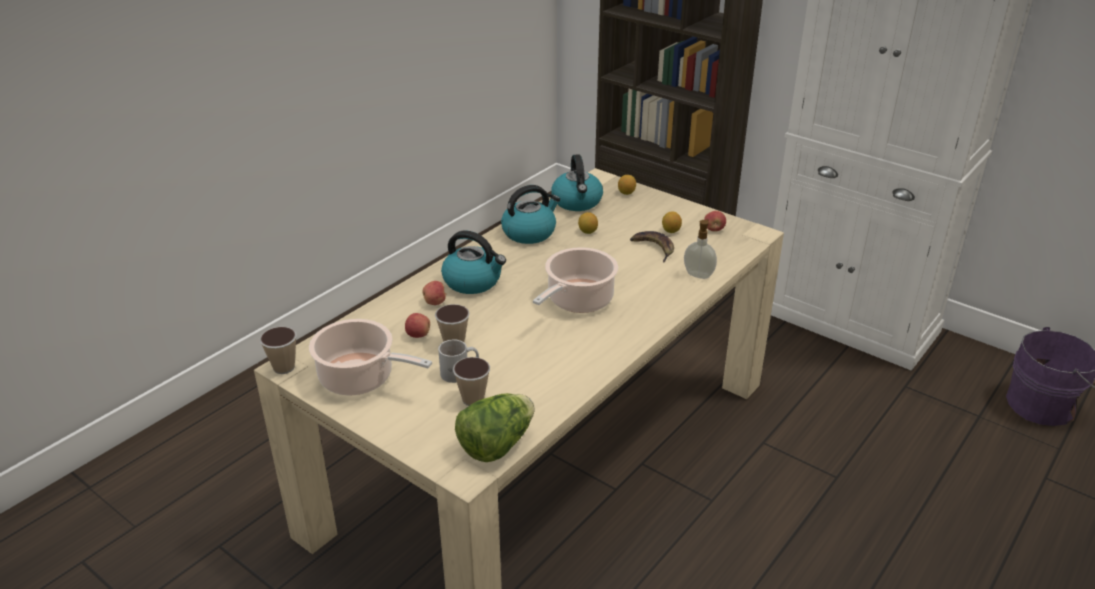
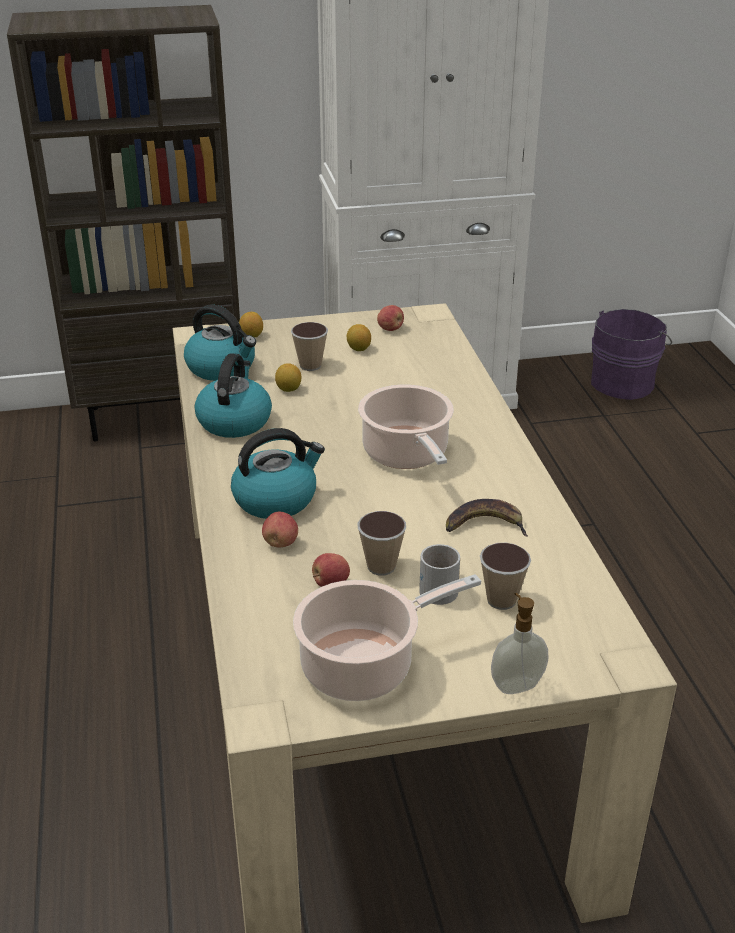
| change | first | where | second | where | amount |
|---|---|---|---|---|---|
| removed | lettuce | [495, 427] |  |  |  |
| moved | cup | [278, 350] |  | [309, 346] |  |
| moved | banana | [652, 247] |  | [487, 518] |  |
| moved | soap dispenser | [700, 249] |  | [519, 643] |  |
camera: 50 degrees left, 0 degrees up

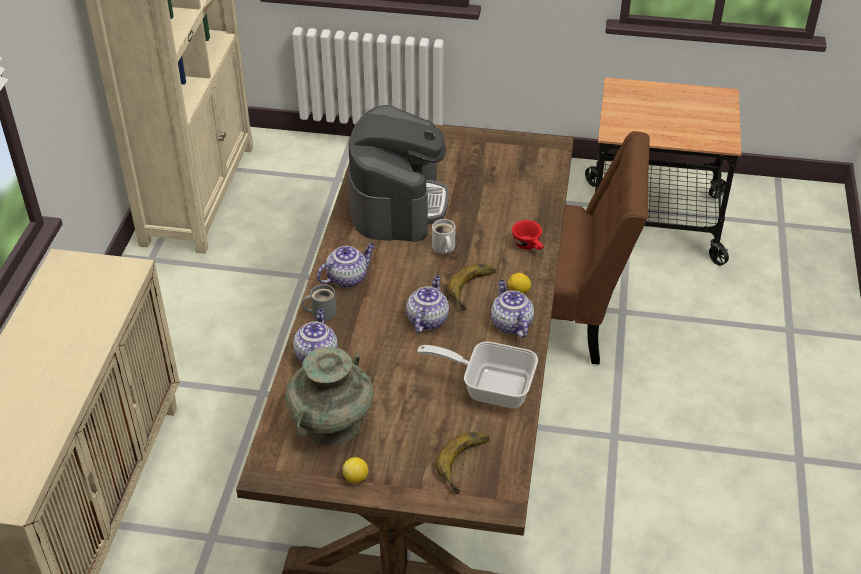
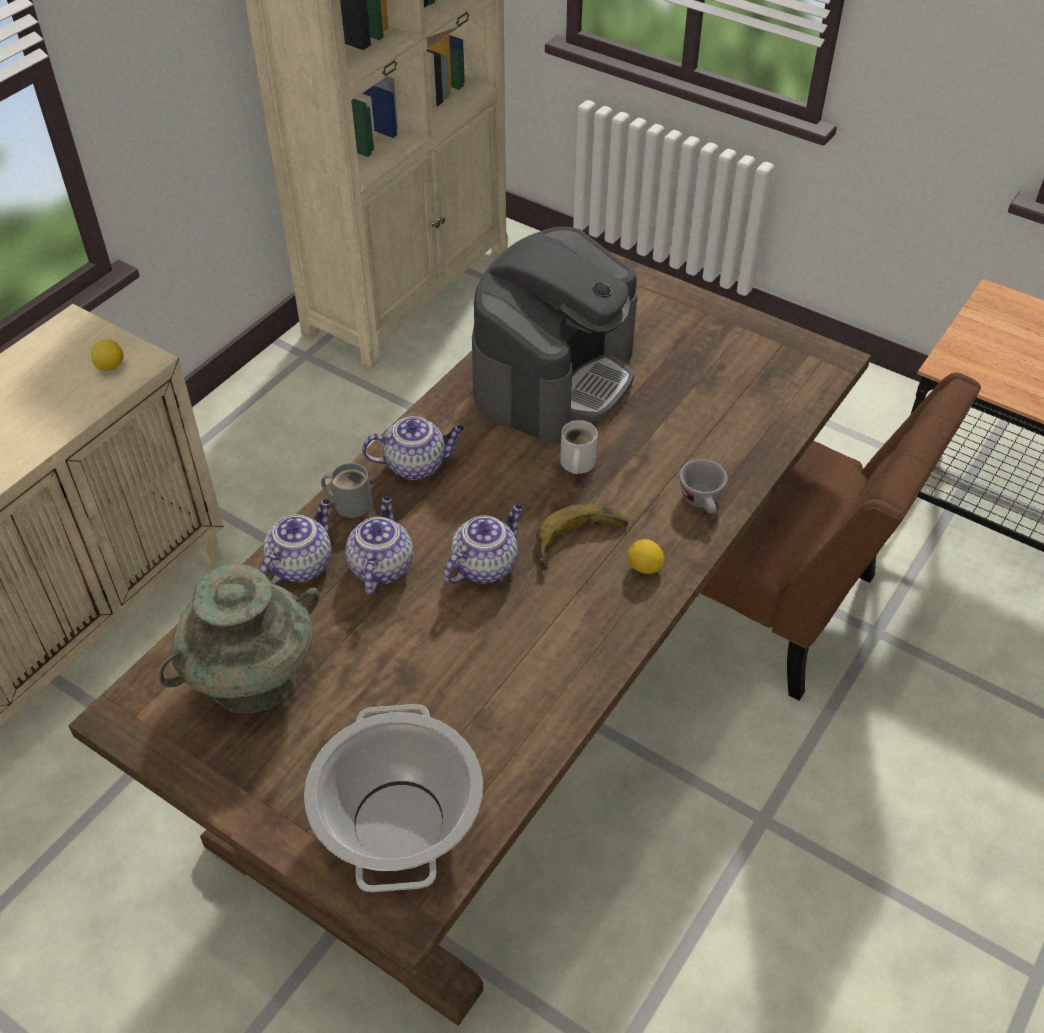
| change | first | where | second | where | amount |
|---|---|---|---|---|---|
| removed | frying pan | [477, 375] |  |  |  |
| moved | lemon | [355, 470] |  | [107, 355] |  |
| moved | teapot | [512, 309] |  | [379, 545] |  |
| replaced | banana | [462, 463] | cooking pot | [393, 798] |  |
| recoloured | cup (red) | [528, 235] | cup (grey) | [703, 486] |  |
camera: 25 degrees right, 5 degrees up

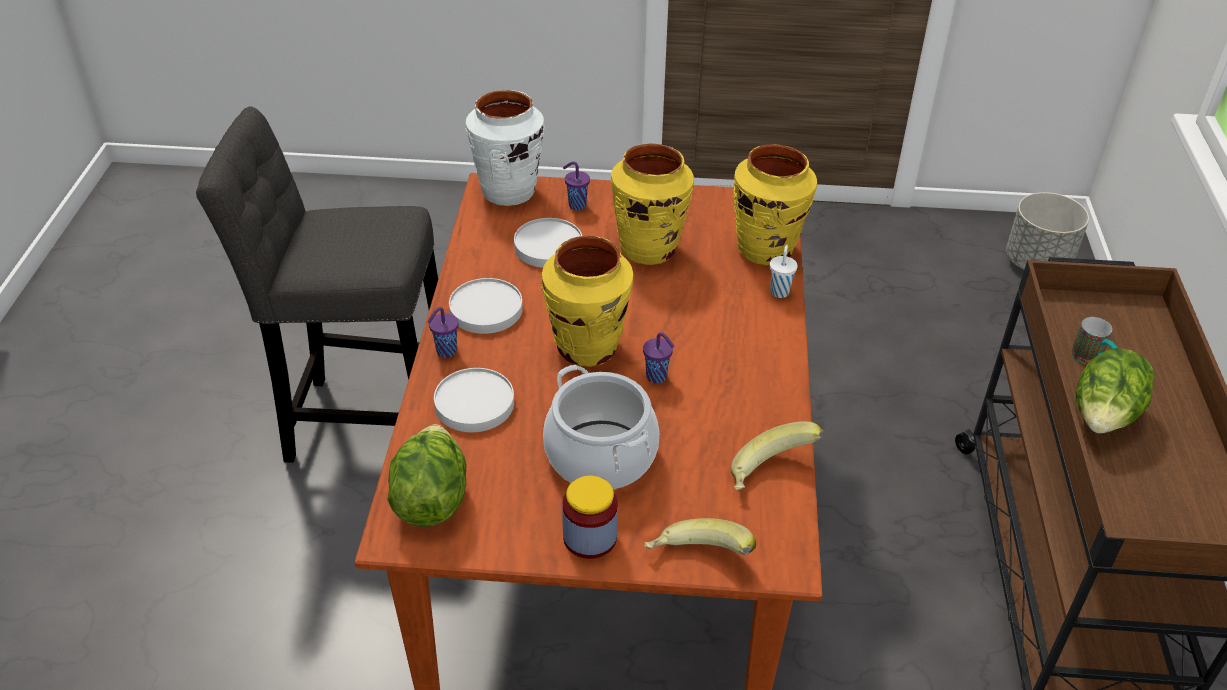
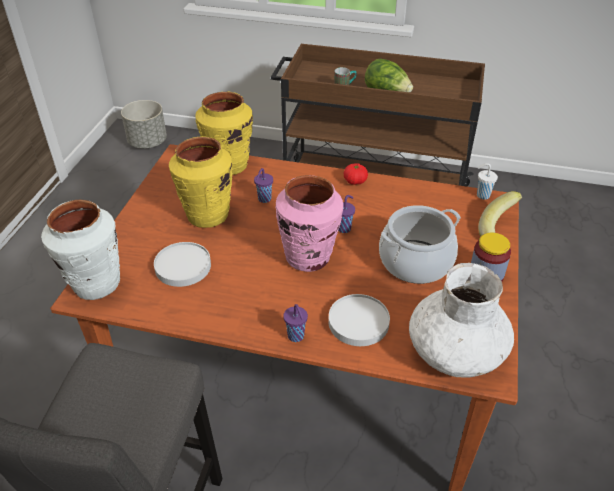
| change | first | where | second | where | amount |
|---|---|---|---|---|---|
| removed | plate (white) | [486, 306] |  |  |  |
| removed | banana | [777, 455] |  |  |  |
| added |  |  | tomato | [356, 174] |  |
| moved | cup (purple) | [576, 186] |  | [263, 185] |  |
| moved | cup (white) | [784, 271] |  | [487, 181] |  |
| replaced | lettuce | [426, 475] | vase (white) | [461, 320] |  |
| recoloured | vase (yellow) | [587, 301] | vase (pink) | [309, 223] |  |
camera: 80 degrees left, 0 degrees up

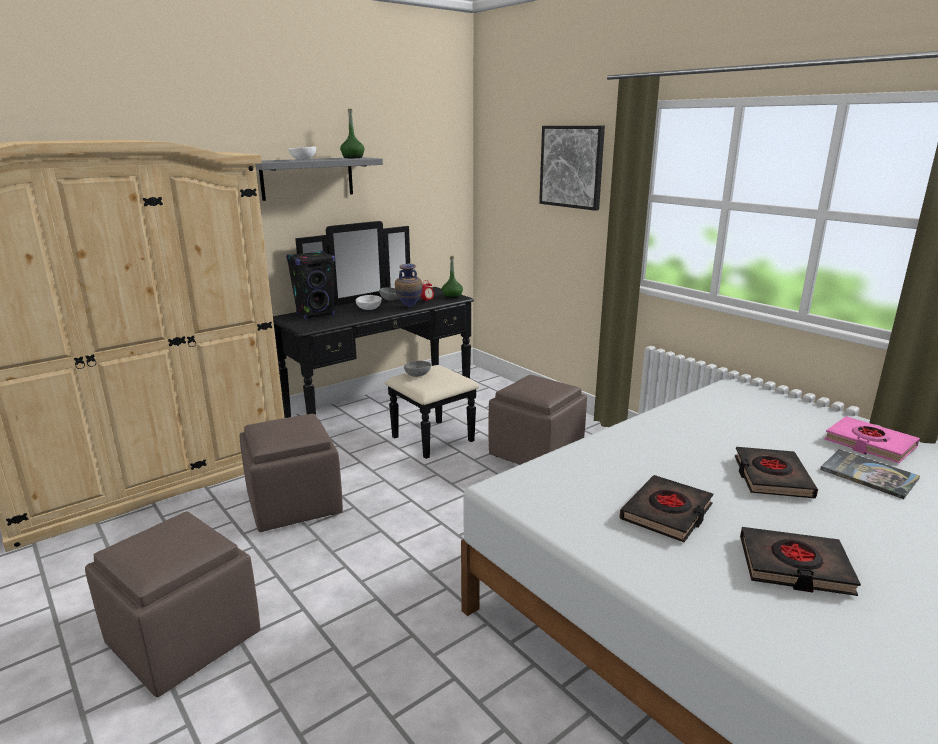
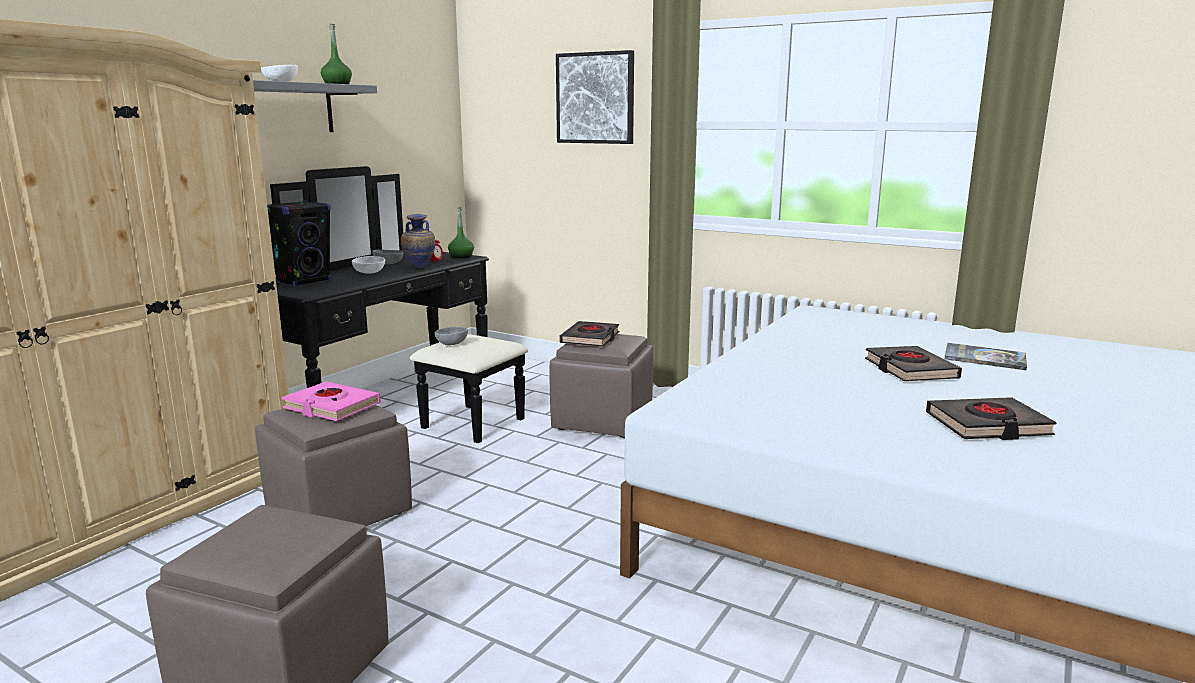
| change | first | where | second | where | amount |
|---|---|---|---|---|---|
| moved | book (black) | [666, 508] |  | [589, 334] |  |
| moved | book (pink) | [872, 439] |  | [331, 401] |  |
camera: 20 degrees left, 5 degrees down

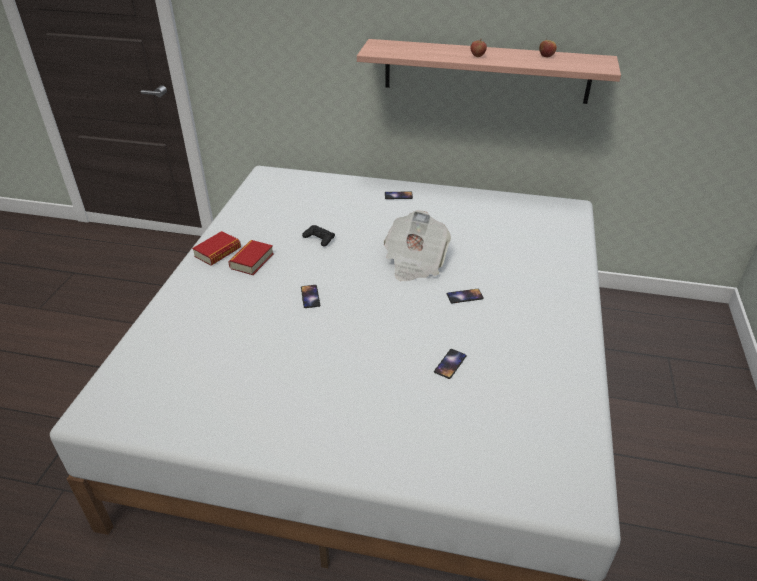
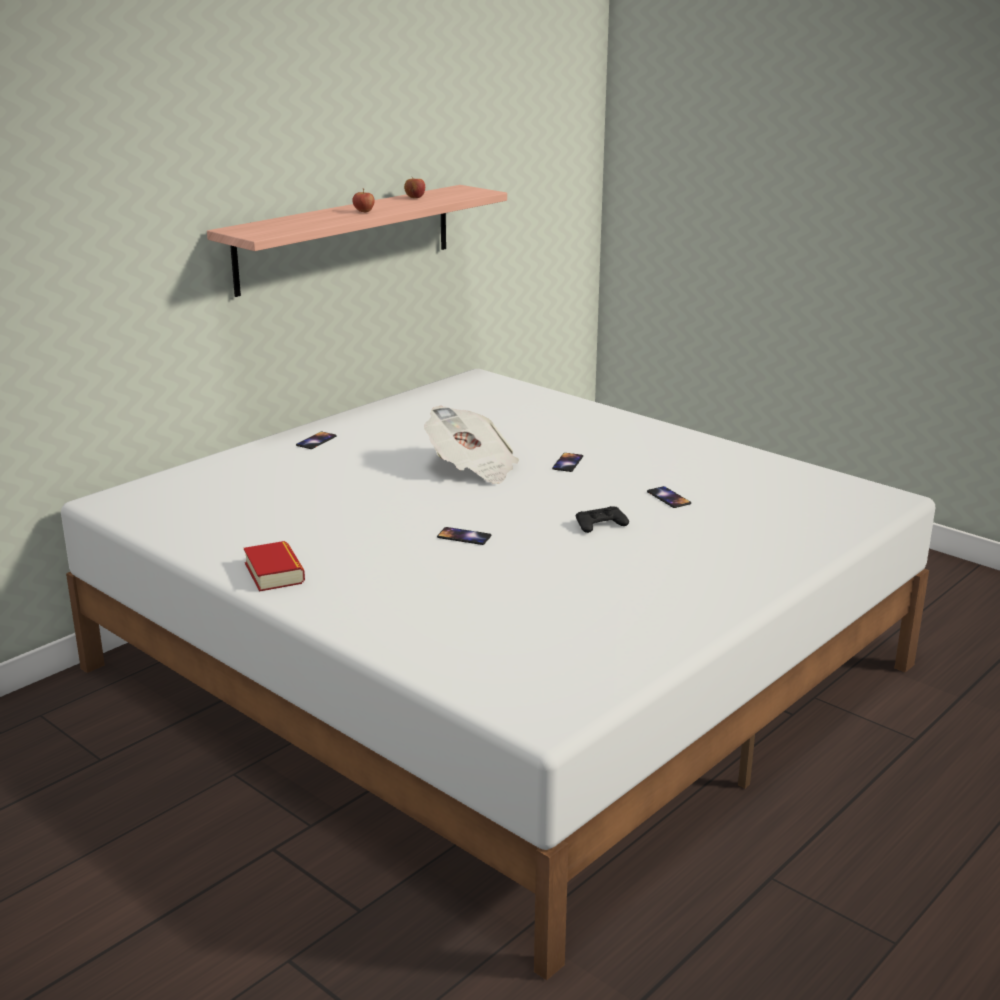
| change | first | where | second | where | amount |
|---|---|---|---|---|---|
| removed | book | [251, 257] |  |  |  |
| moved | game controller (black) | [318, 236] |  | [602, 519] |  |
camera: 60 degrees left, 15 degrees down

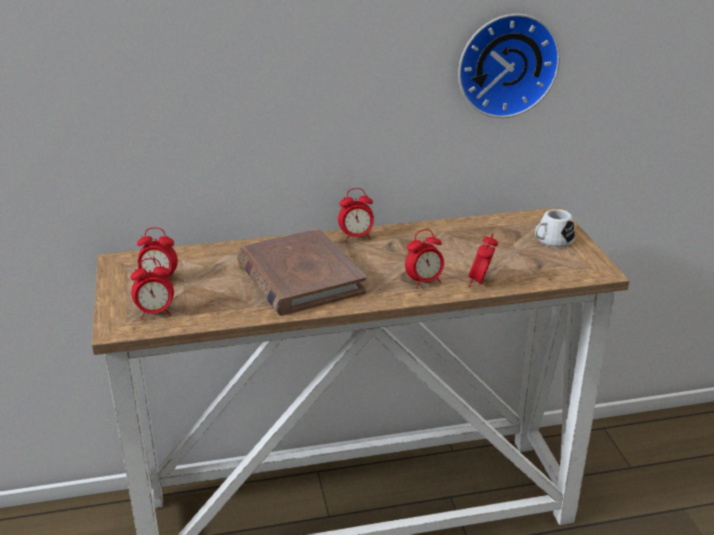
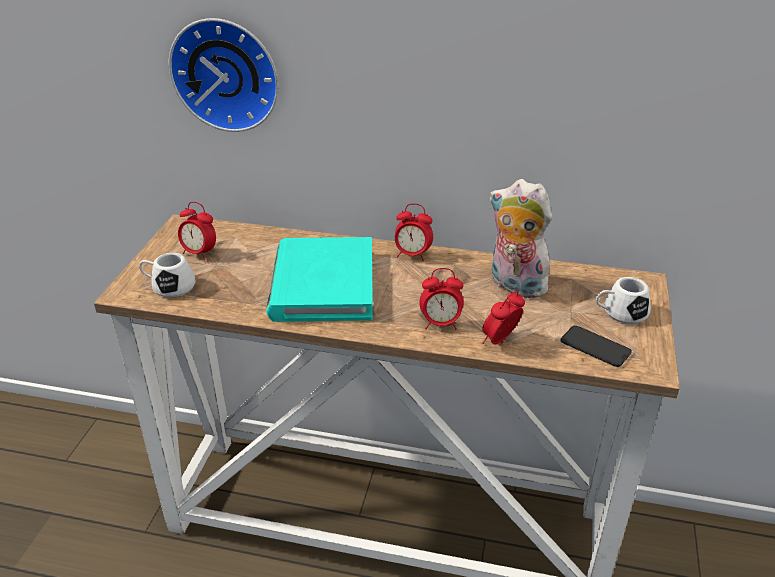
| change | first | where | second | where | amount |
|---|---|---|---|---|---|
| added |  |  | plush toy | [522, 238] |  |
| added |  |  | phone | [596, 346] |  |
| moved | wall clock | [509, 66] |  | [224, 75] |  |
| replaced | alarm clock | [152, 289] | mug (white) | [167, 275] |  |
| recoloured | book (brown) | [301, 272] | book (turquoise) | [319, 279] |  |
camera: 25 degrees right, 5 degrees up

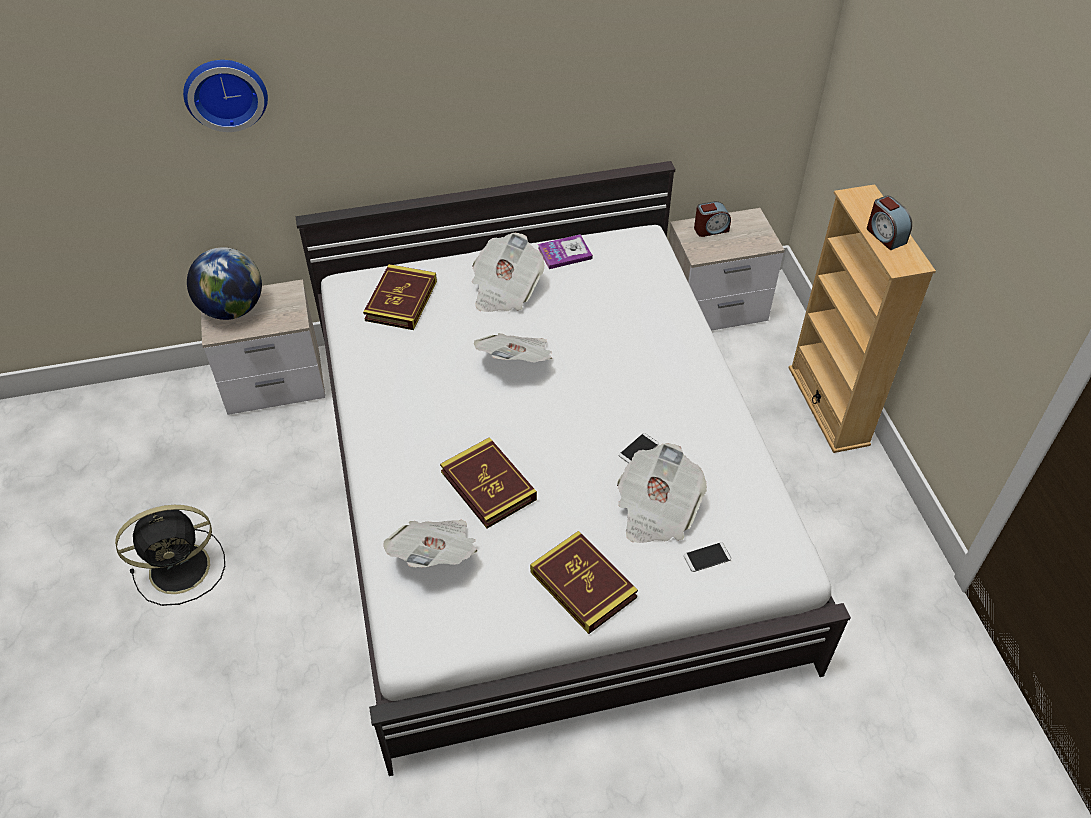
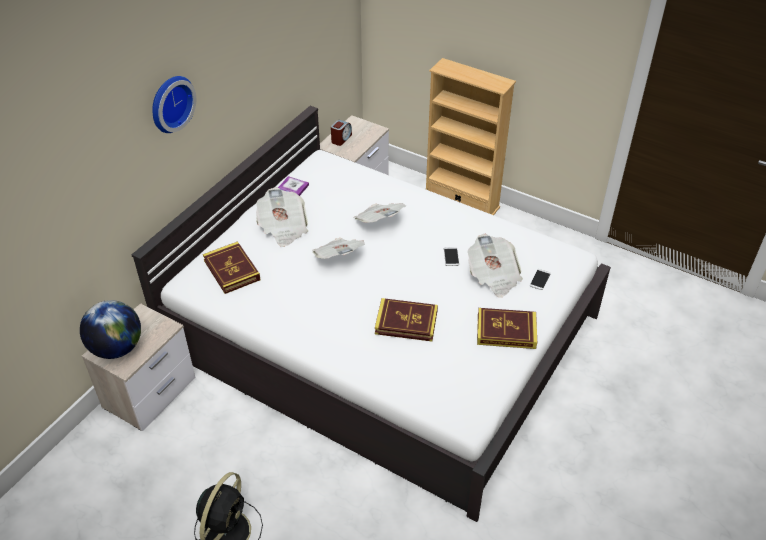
| change | first | where | second | where | amount |
|---|---|---|---|---|---|
| removed | alarm clock | [889, 223] |  |  |  |
| moved | wall clock | [225, 96] |  | [174, 104] |  |
| moved | newspaper | [430, 543] |  | [380, 212] |  |
camera: 45 degrees left, 5 degrees down

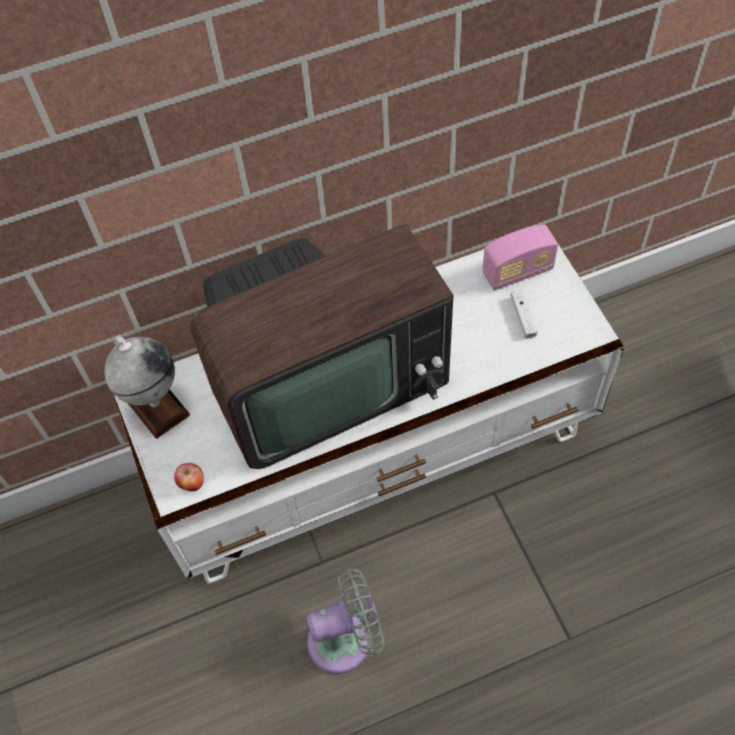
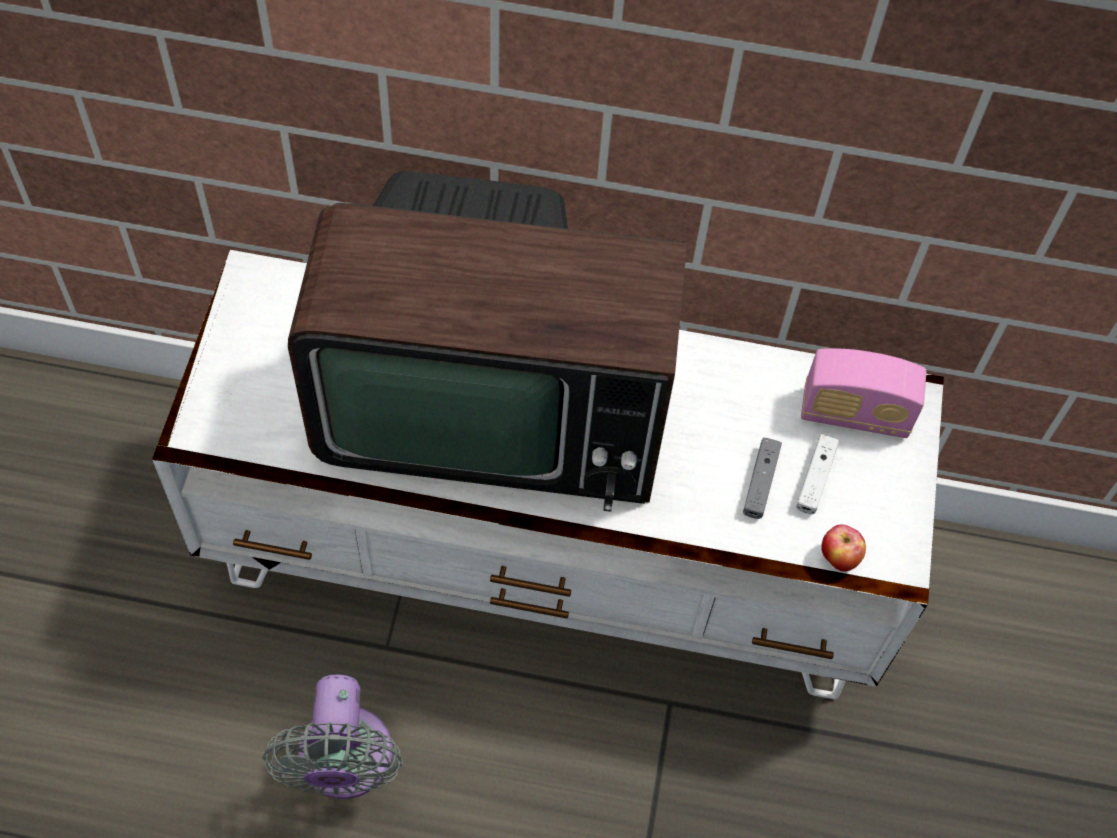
| change | first | where | second | where | amount |
|---|---|---|---|---|---|
| removed | globe | [147, 387] |  |  |  |
| added |  |  | game controller (grey) | [762, 478] |  |
| moved | apple | [189, 477] |  | [843, 548] |  |
| turned | fan (grey) | [345, 621] |  | [333, 736] | 75 degrees clockwise |
camera: 25 degrees right, 0 degrees up

